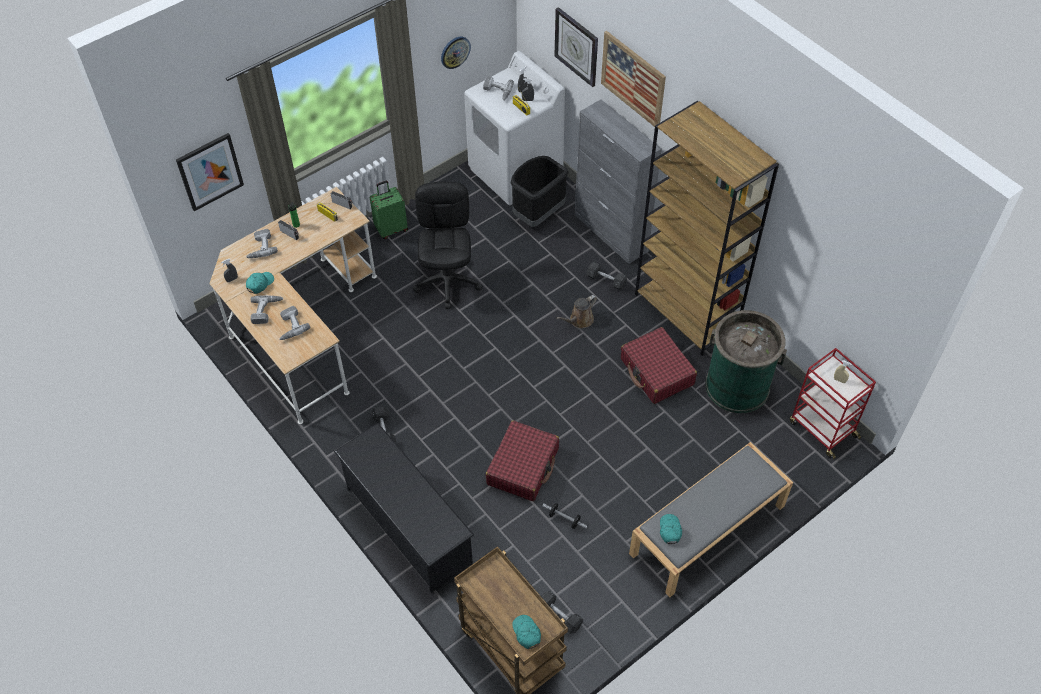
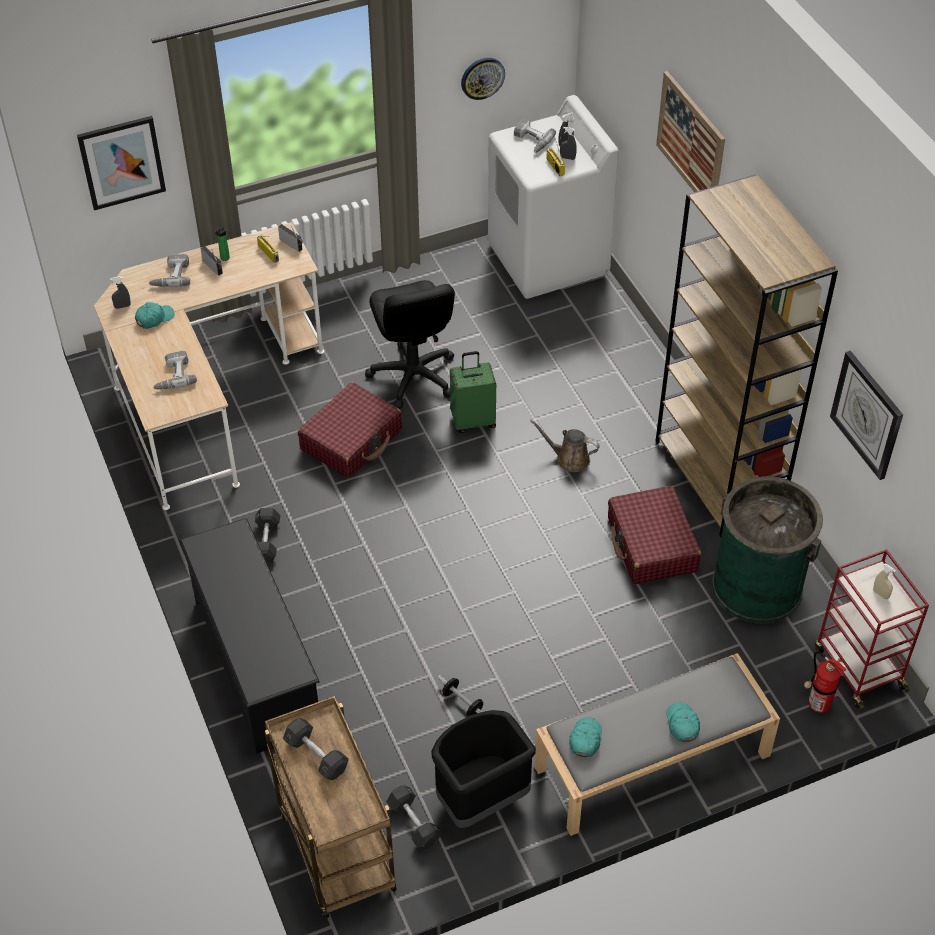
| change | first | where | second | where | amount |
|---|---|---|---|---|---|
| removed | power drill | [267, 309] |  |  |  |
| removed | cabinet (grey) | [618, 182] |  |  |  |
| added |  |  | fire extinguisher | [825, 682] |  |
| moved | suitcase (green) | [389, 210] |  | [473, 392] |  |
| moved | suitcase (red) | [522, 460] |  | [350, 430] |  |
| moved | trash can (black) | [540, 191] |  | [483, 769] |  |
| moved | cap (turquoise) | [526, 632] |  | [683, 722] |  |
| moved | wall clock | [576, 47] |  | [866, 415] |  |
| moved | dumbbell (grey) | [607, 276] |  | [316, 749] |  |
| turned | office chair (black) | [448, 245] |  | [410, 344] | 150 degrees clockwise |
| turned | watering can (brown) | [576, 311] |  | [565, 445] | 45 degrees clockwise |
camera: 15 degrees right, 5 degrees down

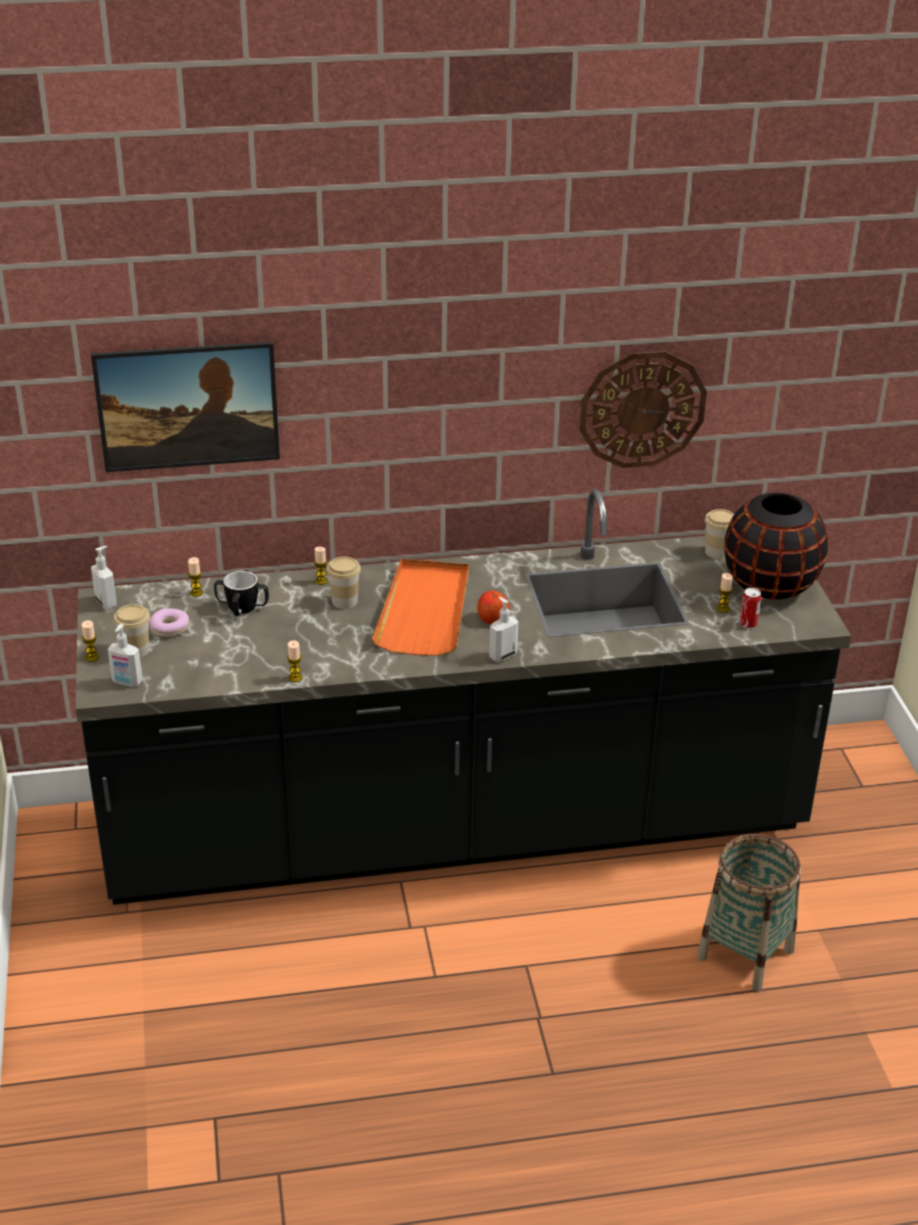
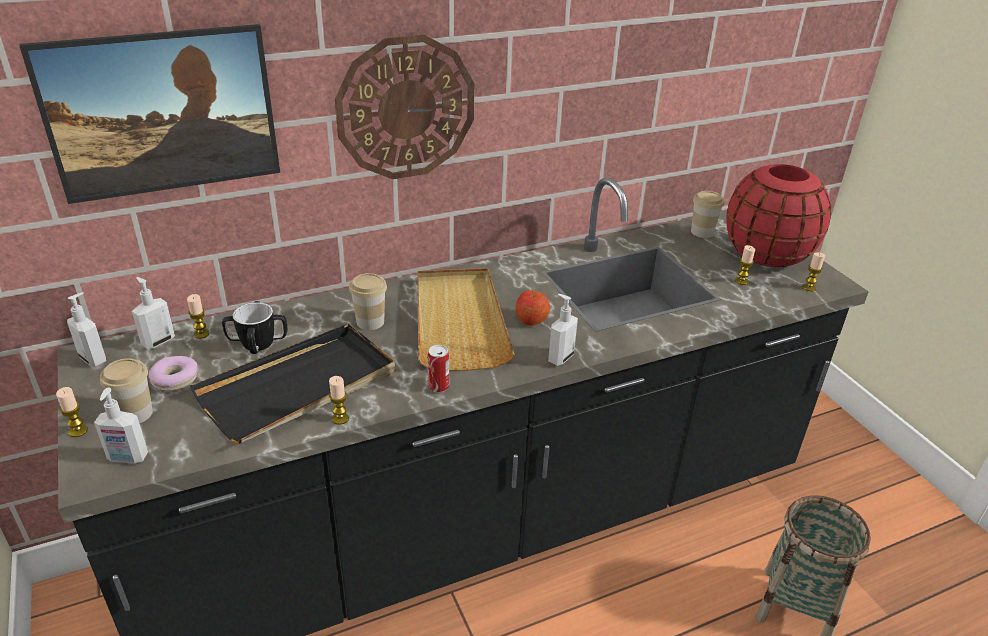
| change | first | where | second | where | amount |
|---|---|---|---|---|---|
| added |  |  | soap dispenser | [153, 313] |  |
| added |  |  | tray (black) | [292, 384] |  |
| moved | candle | [321, 566] |  | [813, 272] |  |
| moved | wall clock | [643, 409] |  | [405, 106] |  |
| moved | can | [750, 608] |  | [438, 369] |  |
| recoloured | tray (orange) | [420, 607] | tray (beige) | [466, 319] |  |
| recoloured | vase (black) | [776, 546] | vase (red) | [778, 215] |  |
camera: 15 degrees left, 0 degrees up

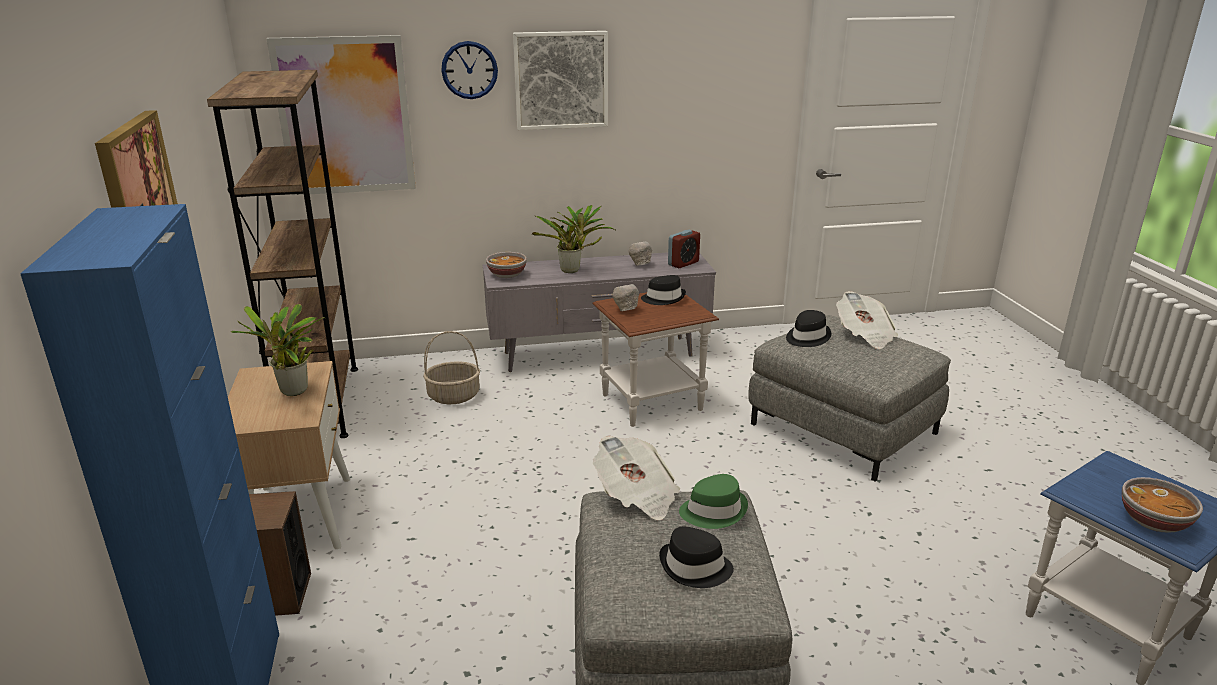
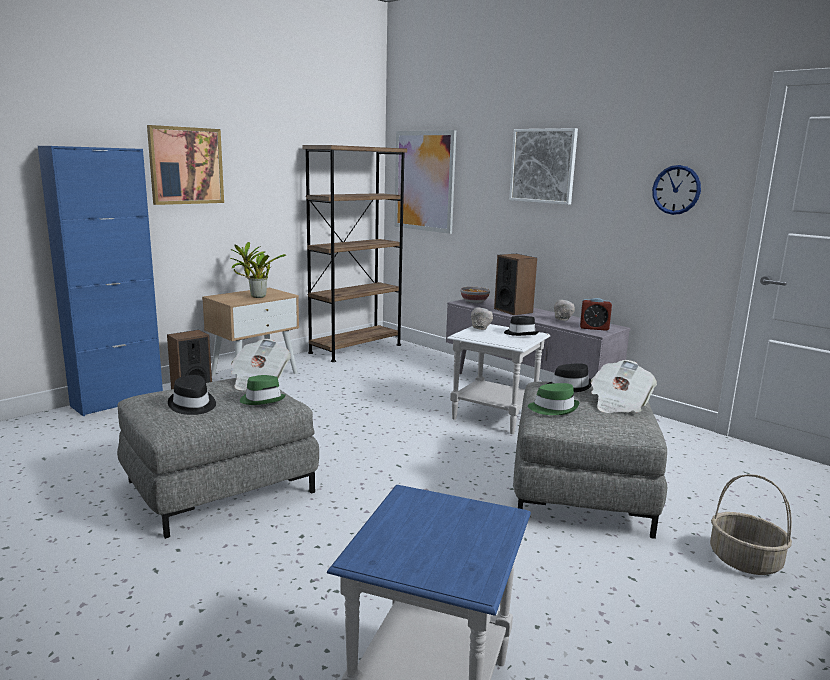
| change | first | where | second | where | amount |
|---|---|---|---|---|---|
| removed | bowl | [1162, 504] |  |  |  |
| added |  |  | hat (green) | [554, 399] |  |
| moved | basket | [451, 367] |  | [751, 524] |  |
| moved | wall clock | [469, 70] |  | [676, 190] |  |
| replaced | potted plant | [574, 239] | speaker | [515, 284] |  |
| recoloured | side table (brown) | [655, 359] | side table (white) | [499, 379] |  |
camera: 55 degrees right, 10 degrees down

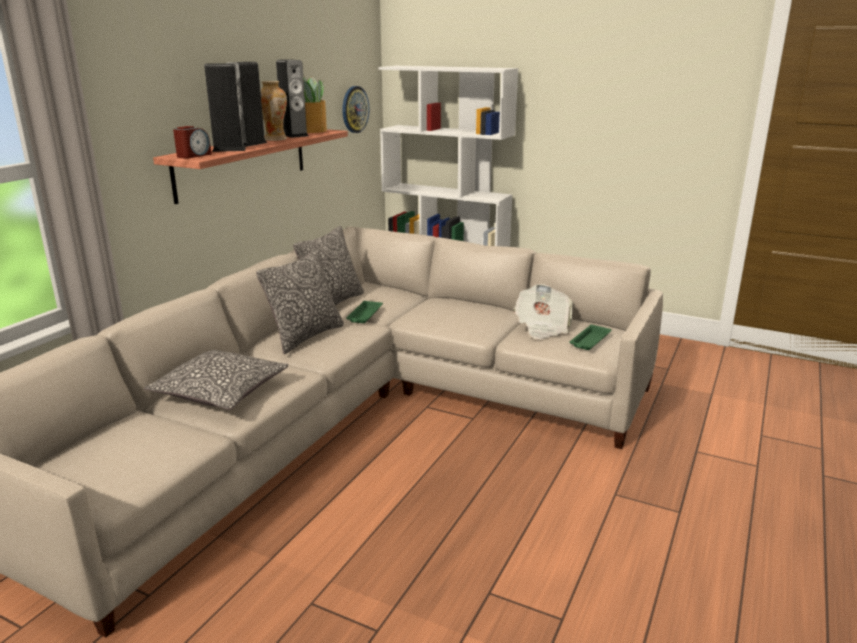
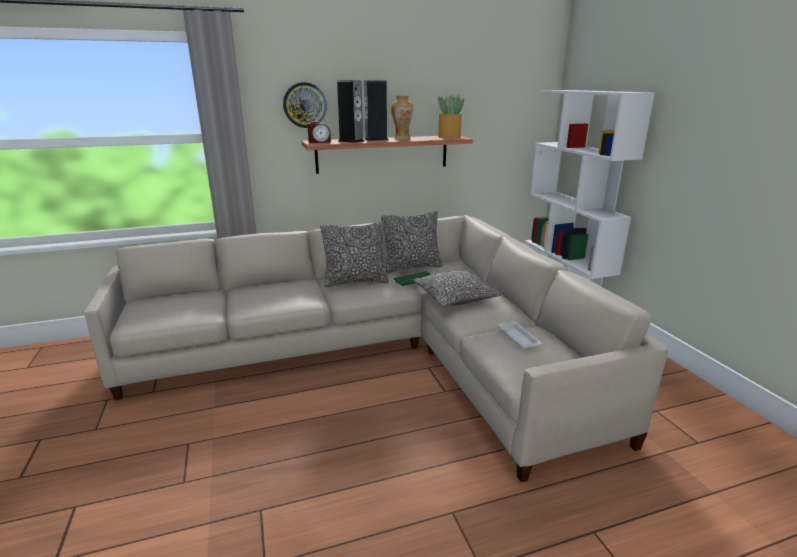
| change | first | where | second | where | amount |
|---|---|---|---|---|---|
| removed | speaker | [292, 98] |  |  |  |
| removed | tray (green) | [590, 337] |  |  |  |
| moved | pillow | [216, 380] |  | [457, 288] |  |
| moved | wall clock | [355, 109] |  | [305, 105] |  |
| replaced | newspaper | [543, 311] | tray (white) | [519, 335] |  |
camera: 45 degrees right, 0 degrees up

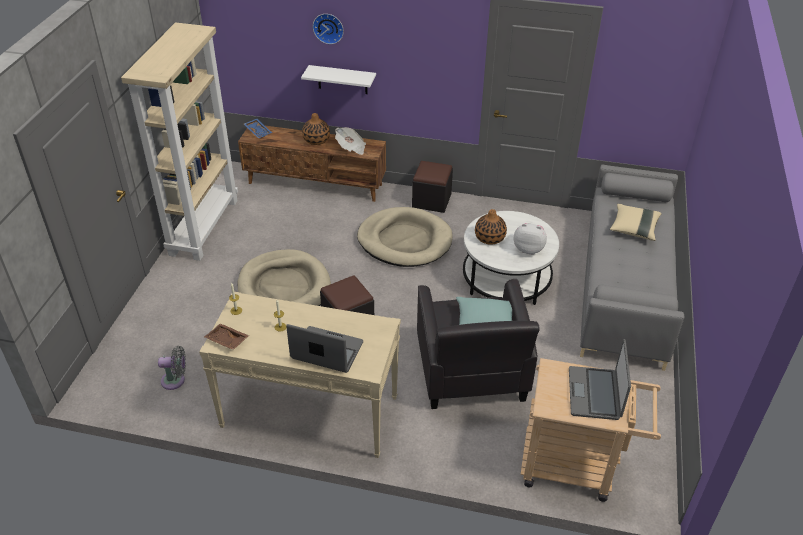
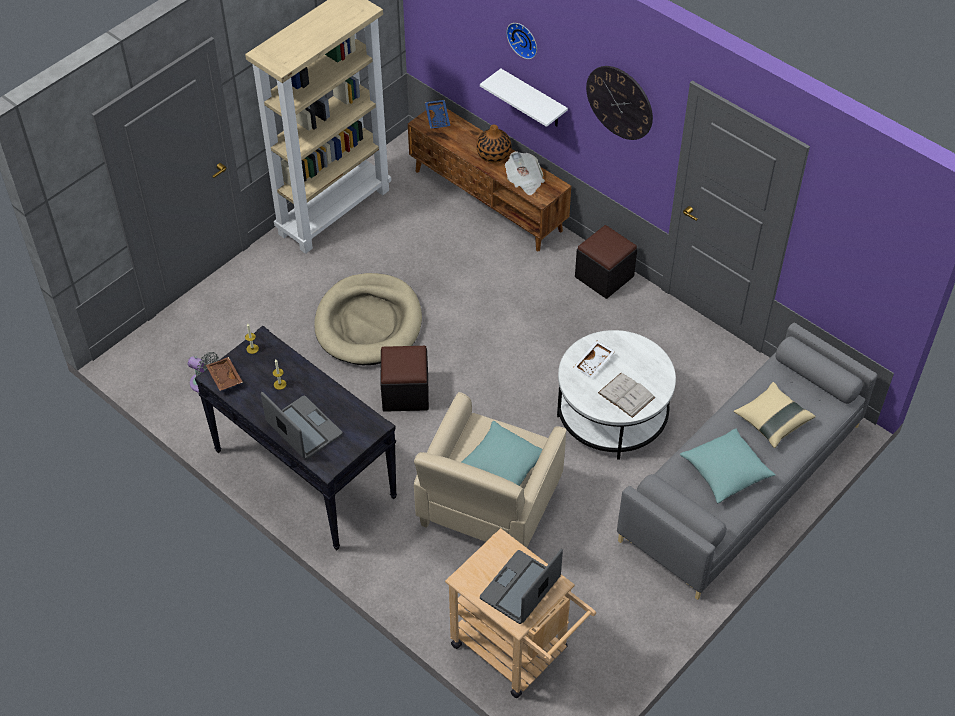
| change | first | where | second | where | amount |
|---|---|---|---|---|---|
| removed | dog bed (beige) | [404, 237] |  |  |  |
| added |  |  | wall clock | [619, 103] |  |
| added |  |  | pillow (turquoise) | [728, 465] |  |
| replaced | vase | [491, 227] | tray (white) | [594, 359] |  |
| replaced | plush toy | [530, 238] | book (white) | [626, 395] |  |
| recoloured | console table (beige) | [300, 375] | console table (black) | [296, 438] |  |
| recoloured | armchair (black) | [478, 344] | armchair (beige) | [490, 470] |  |
camera: 30 degrees right, 10 degrees up

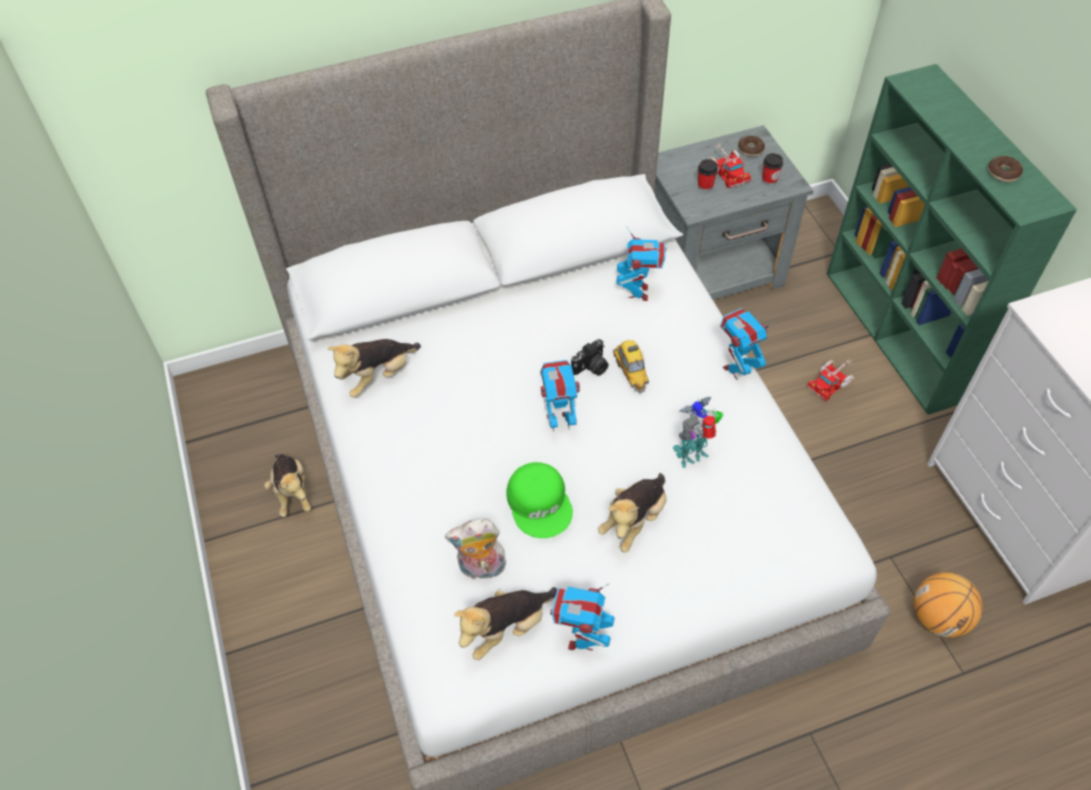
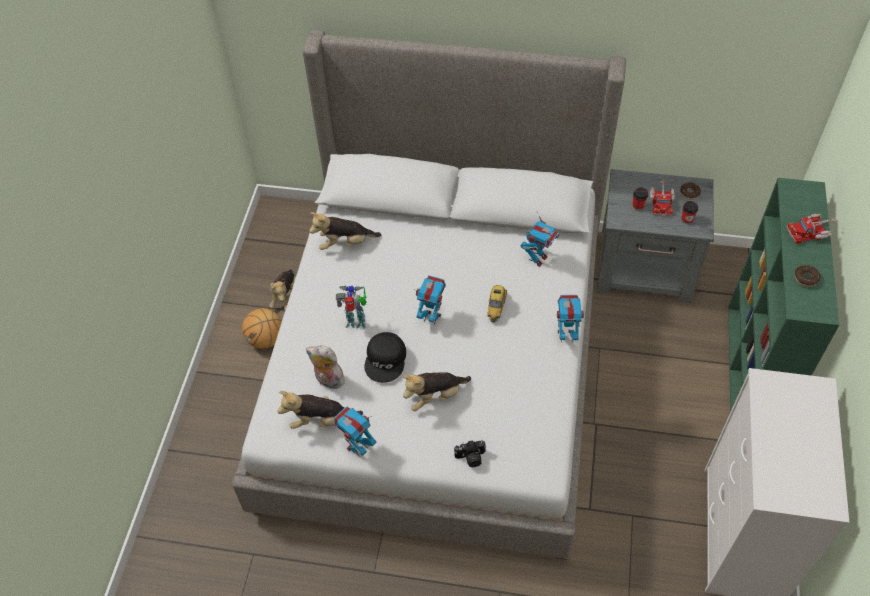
| change | first | where | second | where | amount |
|---|---|---|---|---|---|
| moved | photo camera | [590, 357] |  | [470, 453] |  |
| moved | toy robot | [698, 432] |  | [351, 306] |  |
| moved | toy truck | [830, 379] |  | [812, 229] |  |
| moved | basketball | [948, 605] |  | [262, 328] |  |
| recoloured | cap (green) | [539, 500] | cap (black) | [385, 357] |  |
camera: 30 degrees right, 0 degrees up

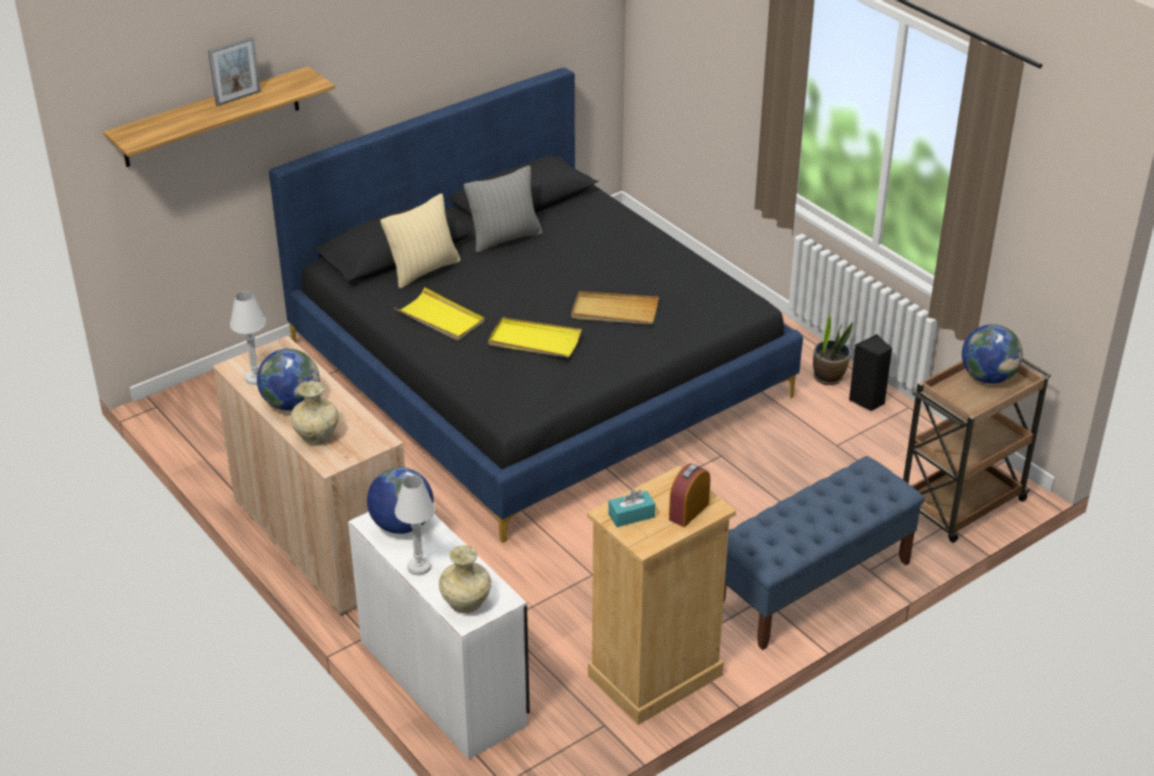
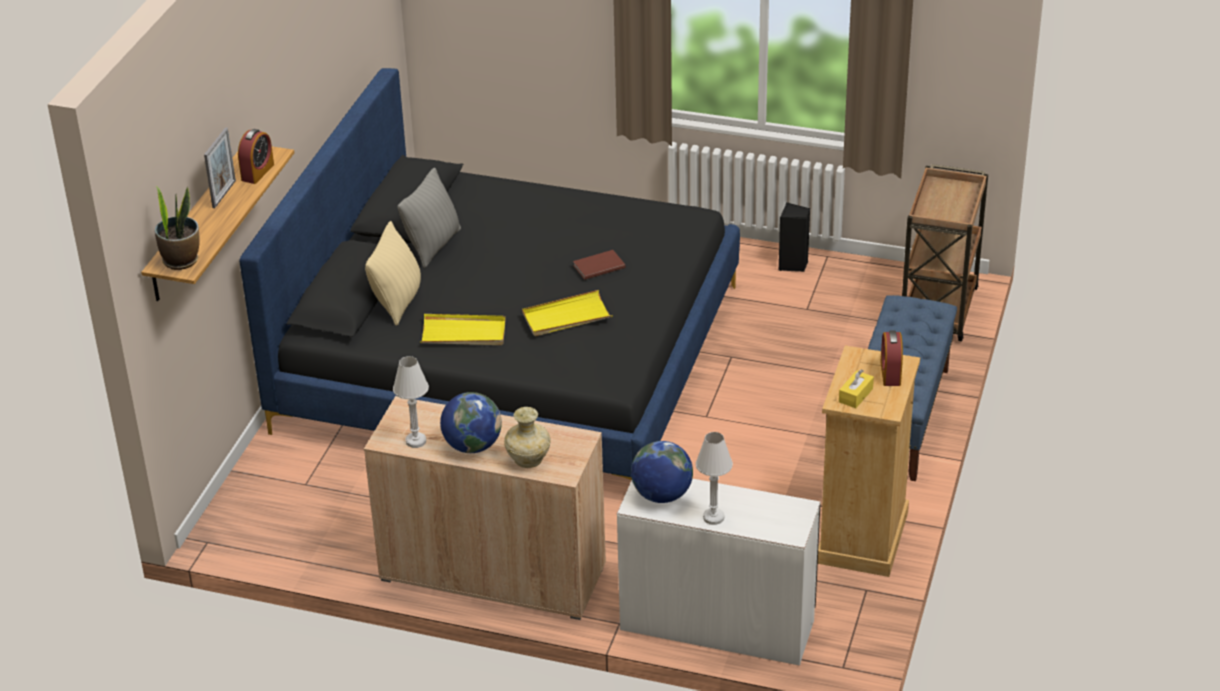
| change | first | where | second | where | amount |
|---|---|---|---|---|---|
| removed | vase (beige) | [465, 579] |  |  |  |
| removed | globe | [992, 354] |  |  |  |
| added |  |  | alarm clock | [256, 156] |  |
| moved | potted plant | [833, 349] |  | [177, 228] |  |
| replaced | tray (beige) | [615, 307] | book (brown) | [599, 265] |  |
| recoloured | tissue box (turquoise) | [631, 508] | tissue box (yellow) | [856, 388] |  |
camera: 35 degrees left, 0 degrees up

